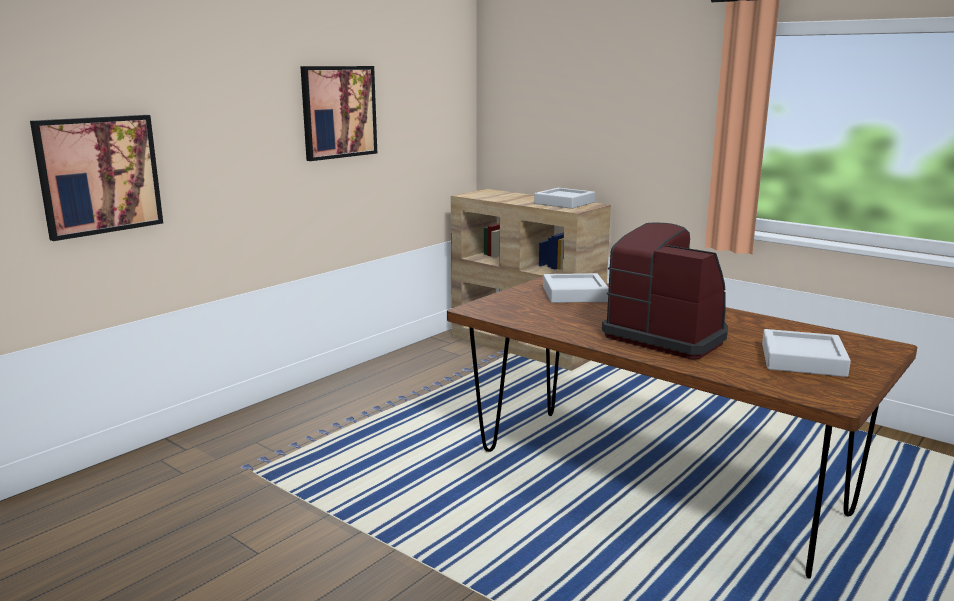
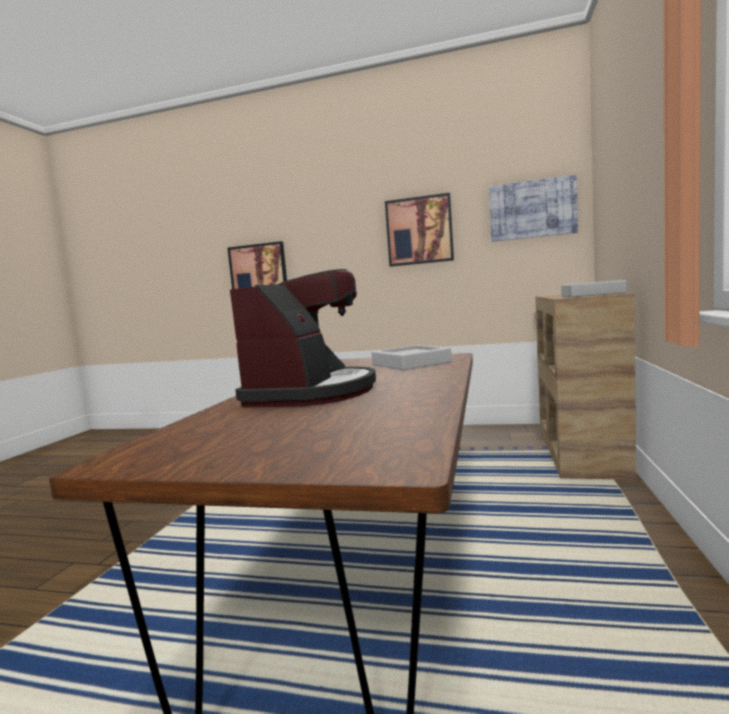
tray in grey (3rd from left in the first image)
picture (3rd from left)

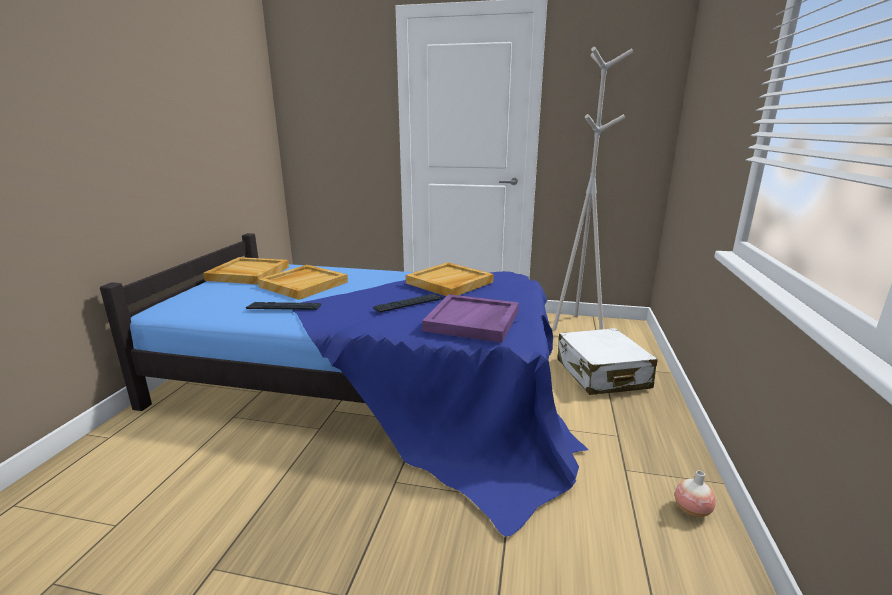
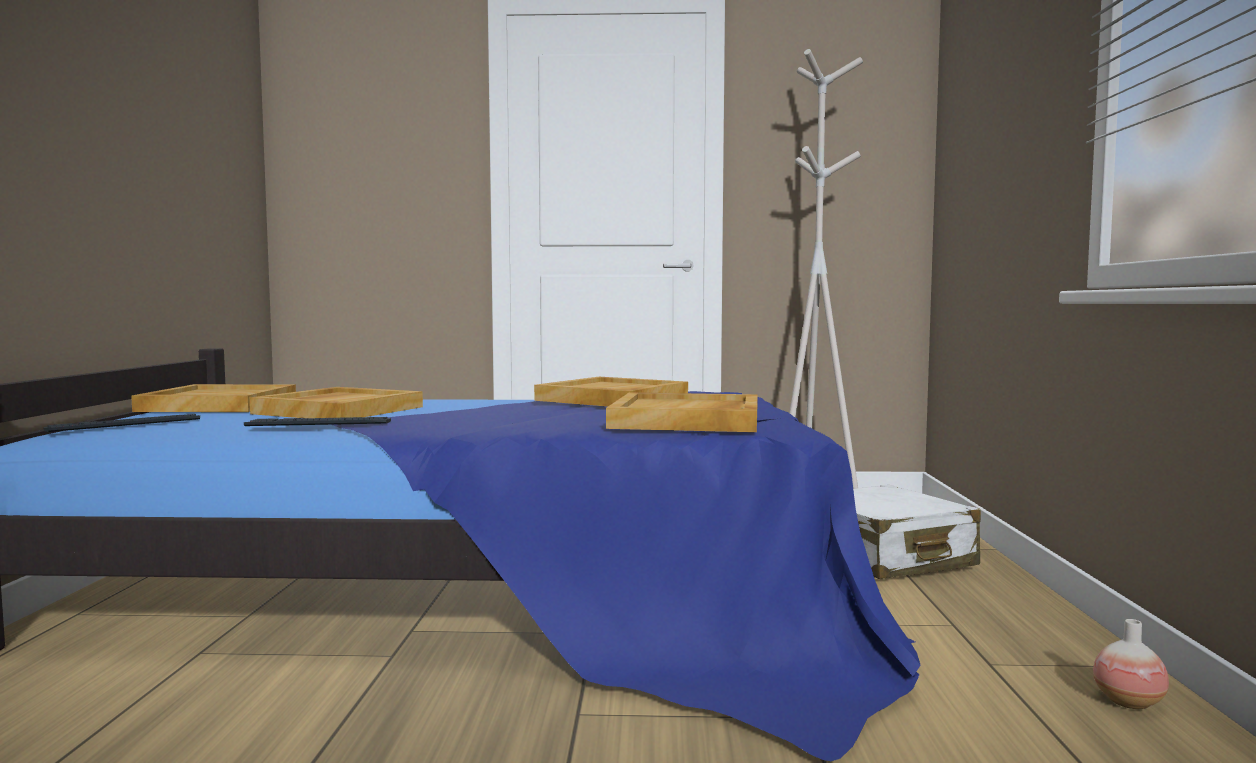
keyboard (1st from left)
tray in beige (4th from left)

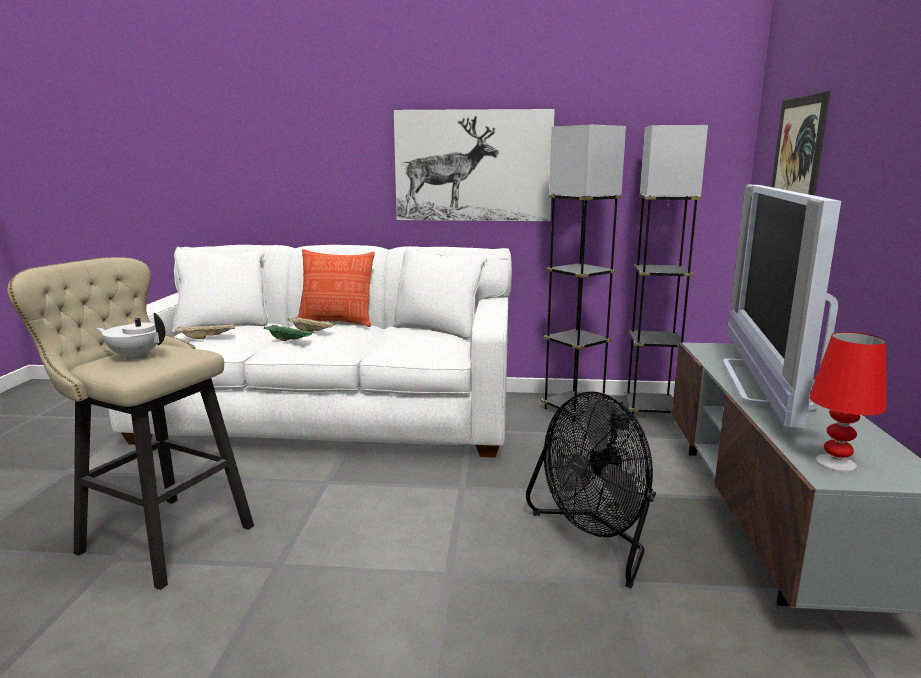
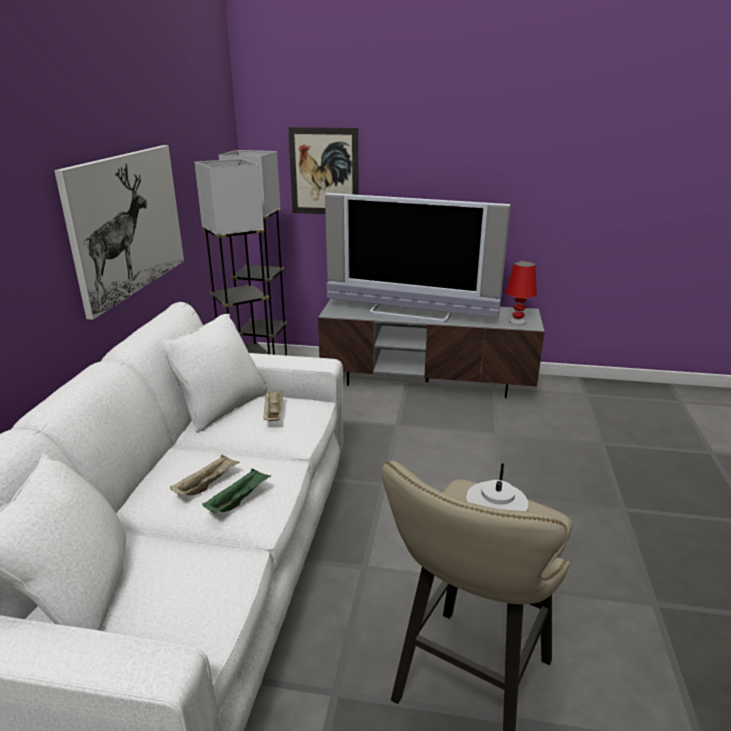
pillow in orange
fan in black
tray in beige (2nd from left)

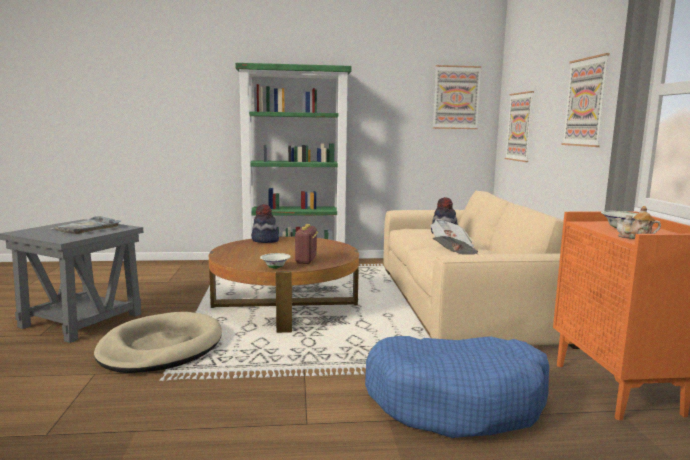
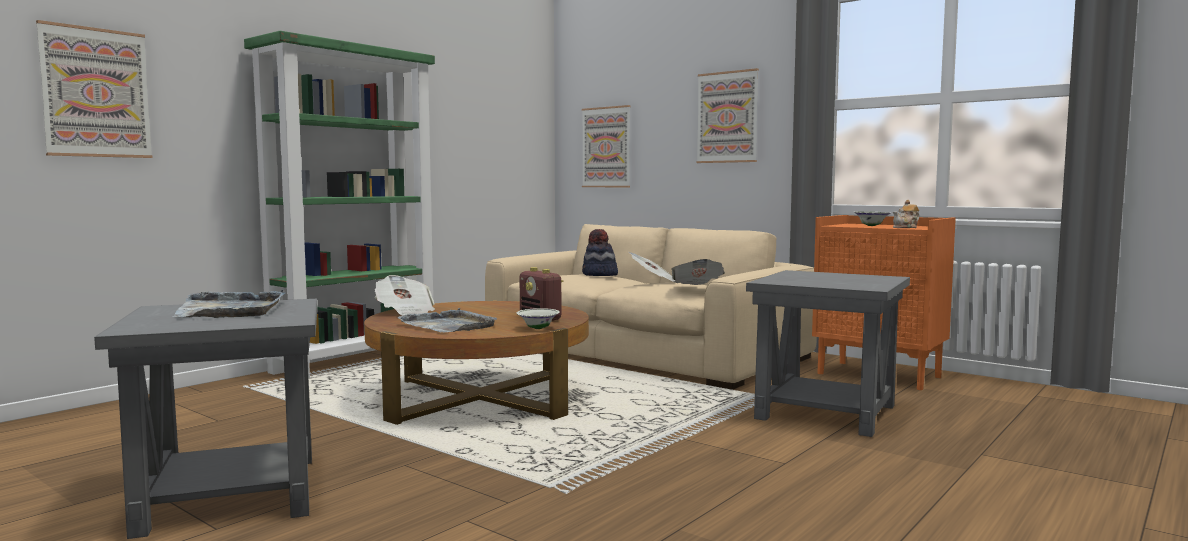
dog bed in beige
tray in grey (2nd from left)
picture (1st from left)
newspaper (1st from left)
side table in grey (2nd from left)

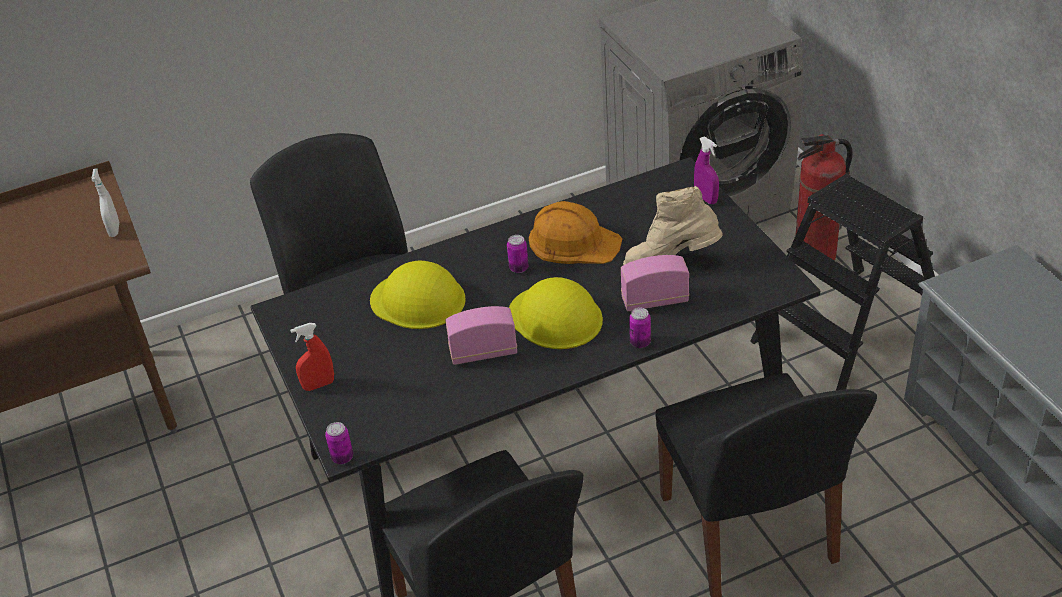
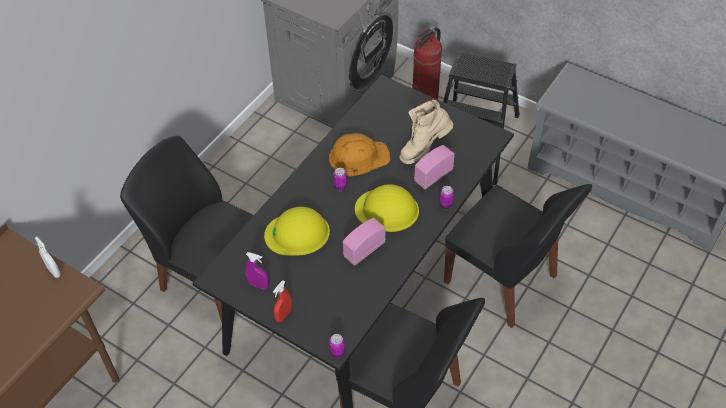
spray bottle in purple

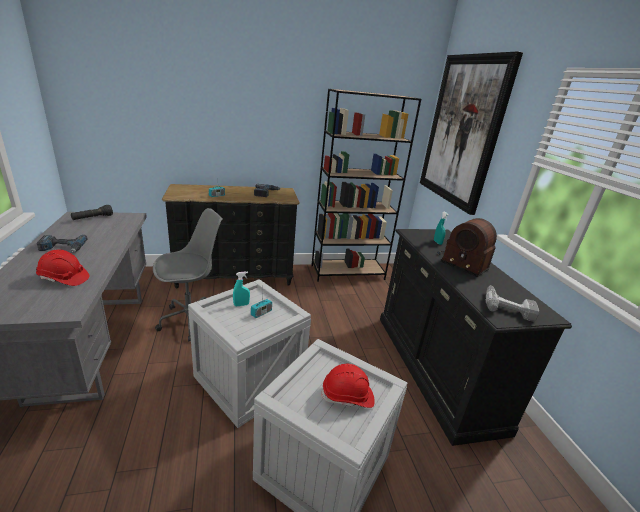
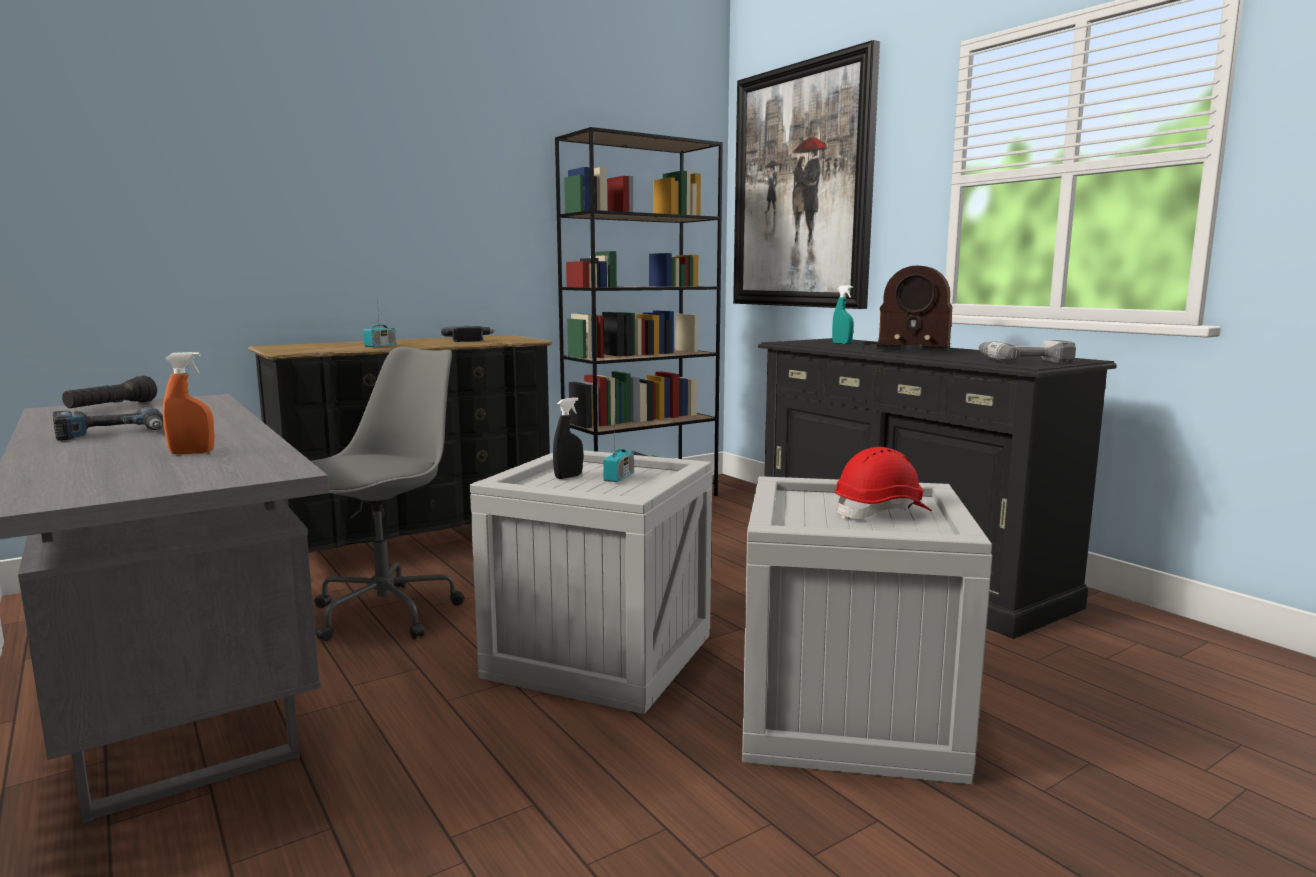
spray bottle in orange
spray bottle in black

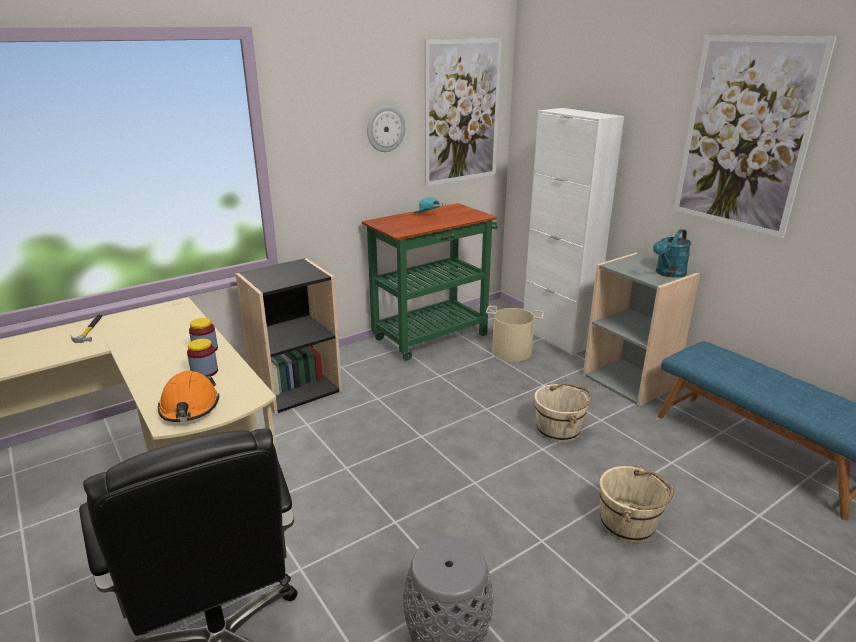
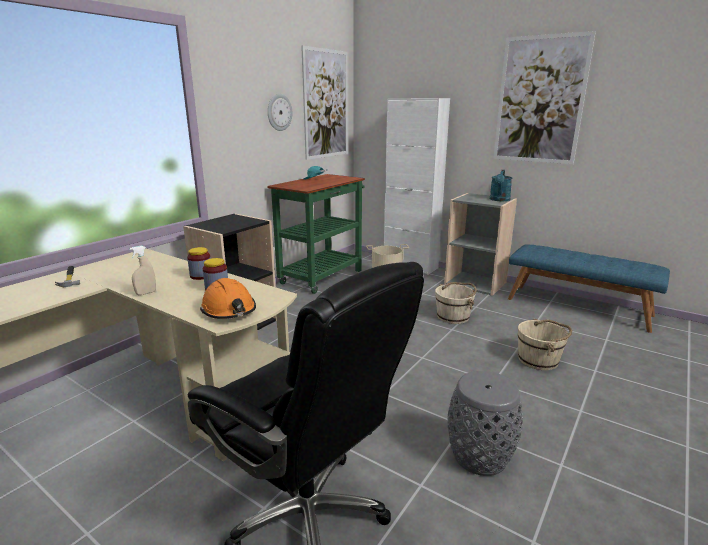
spray bottle in beige

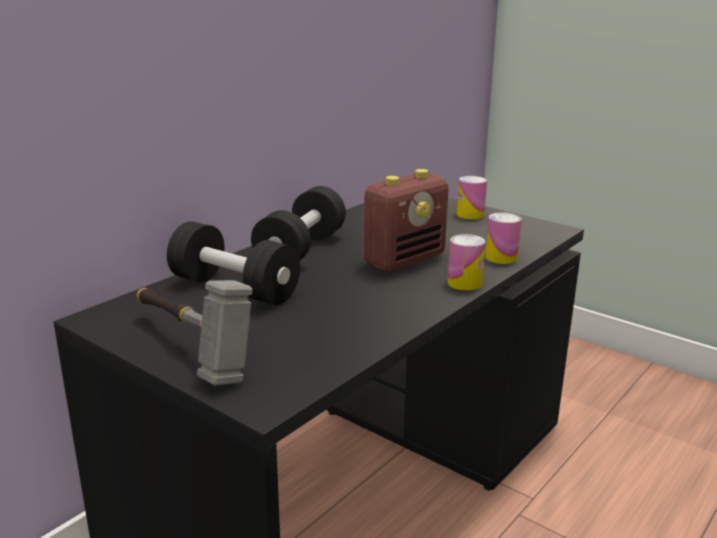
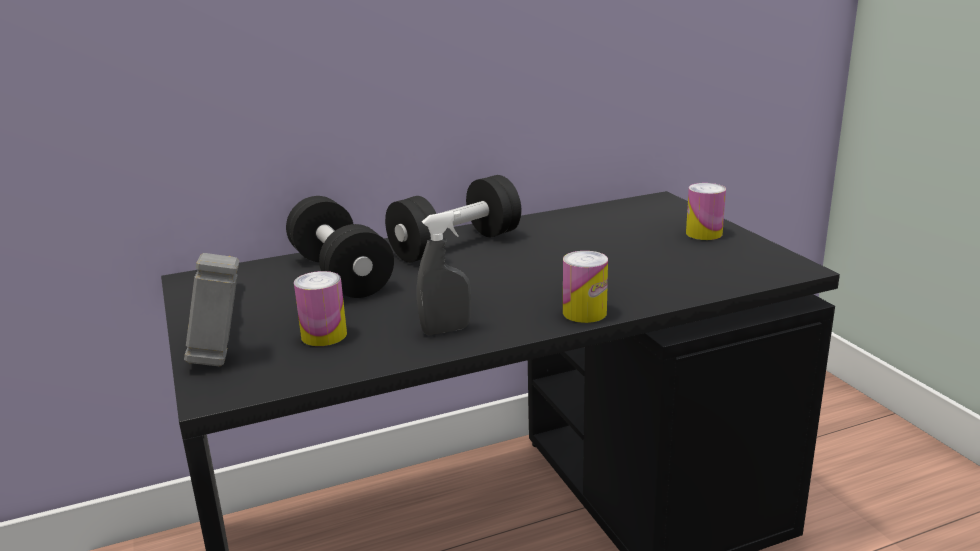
radio
spray bottle in grey
can (1st from left)

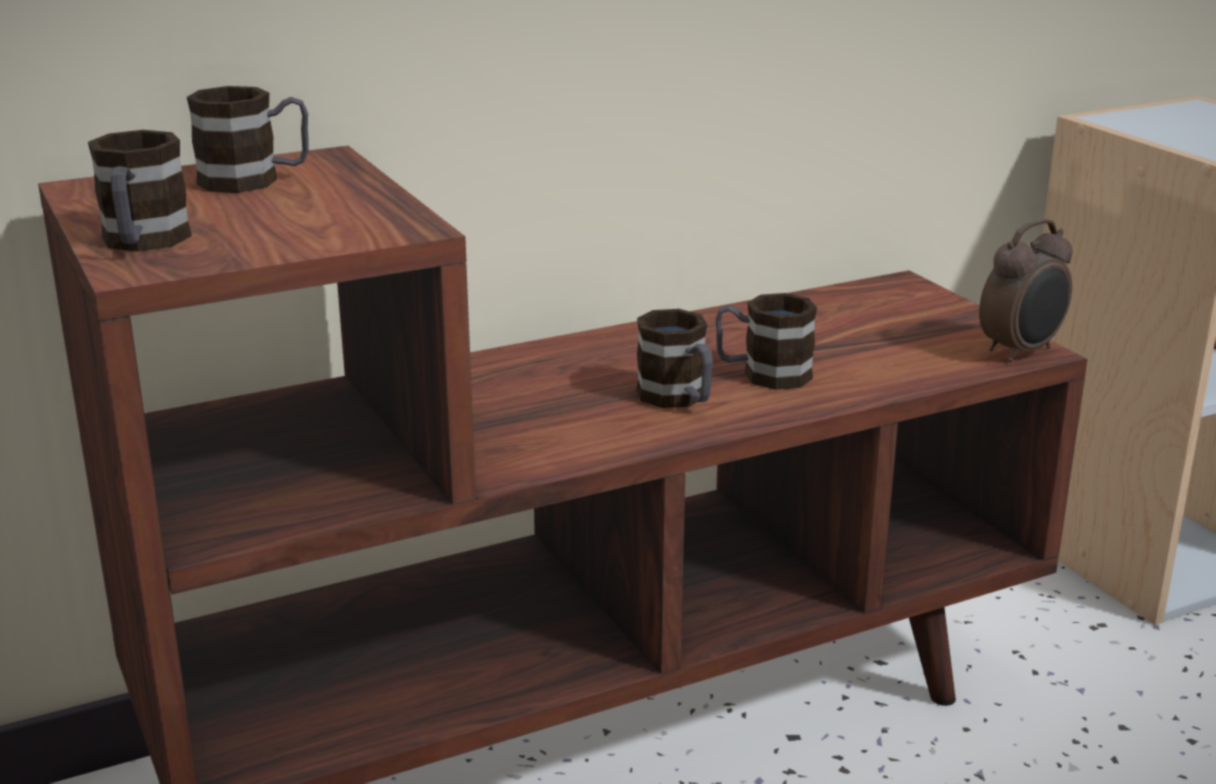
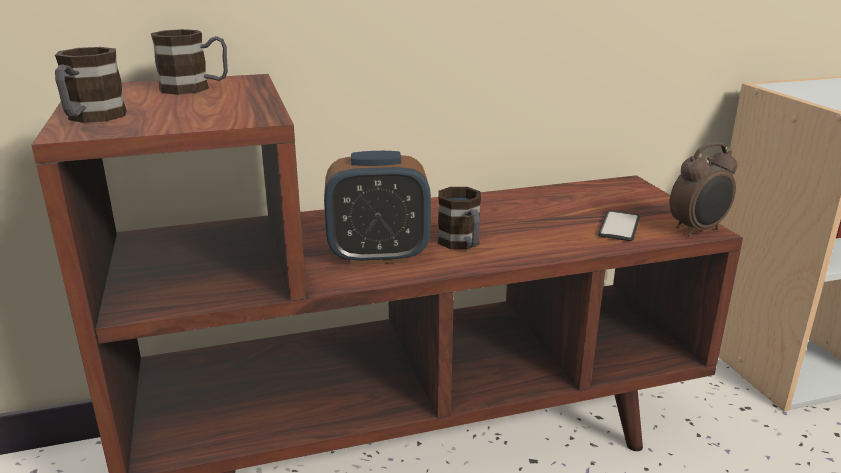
mug (4th from left in the first image)
alarm clock (1st from left)
phone

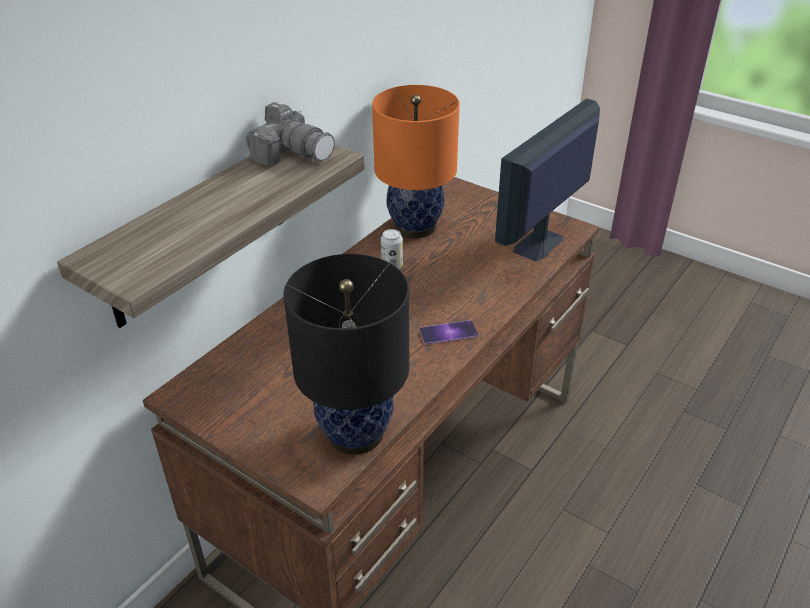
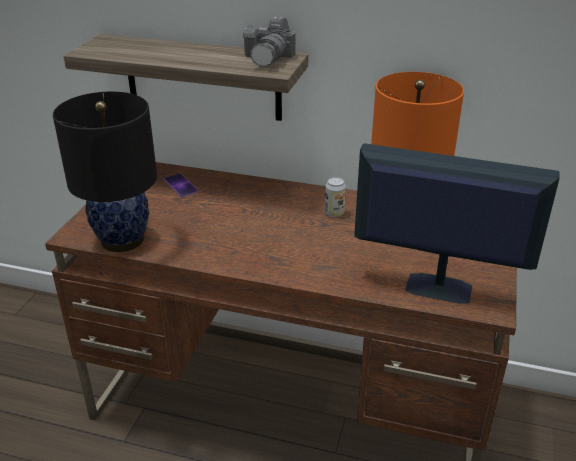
phone

